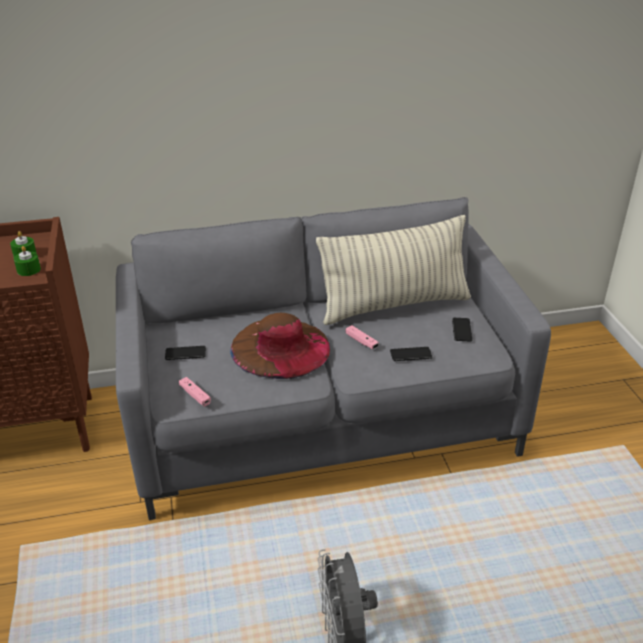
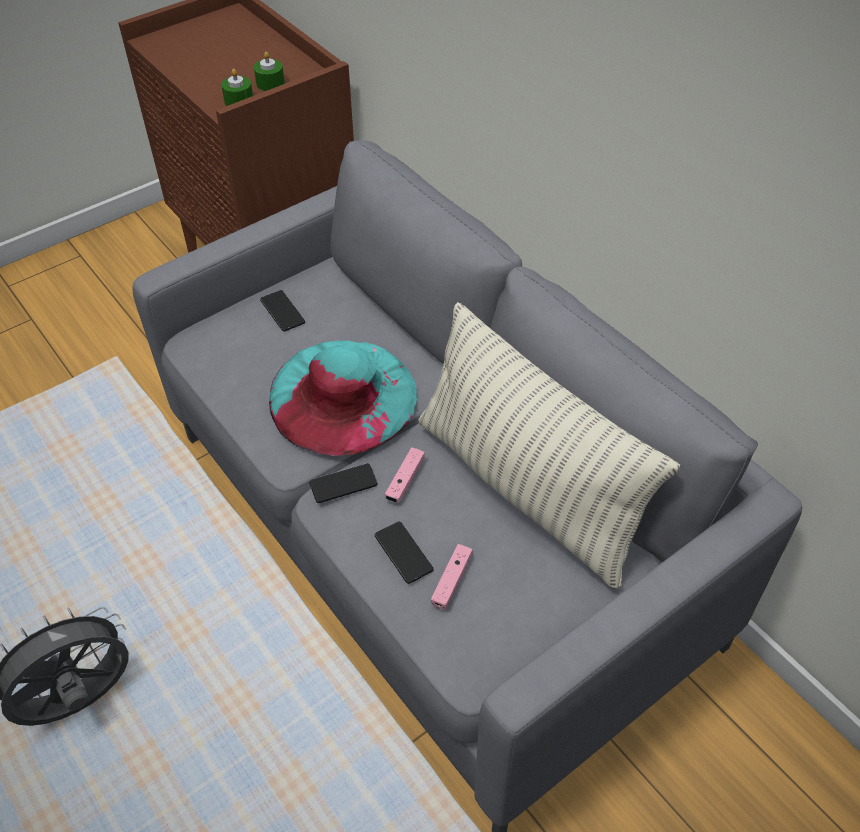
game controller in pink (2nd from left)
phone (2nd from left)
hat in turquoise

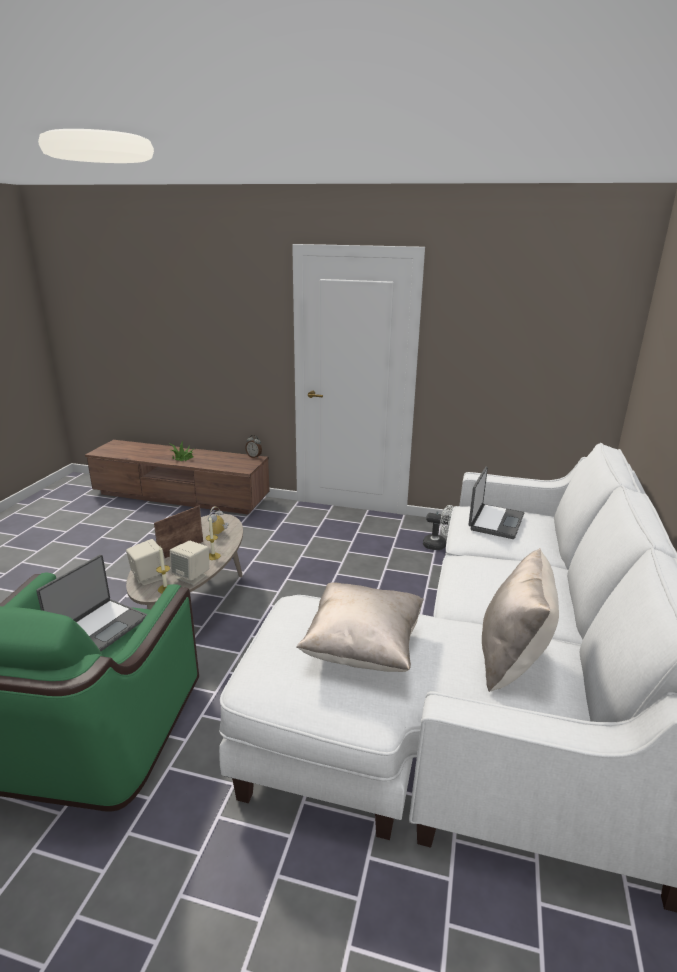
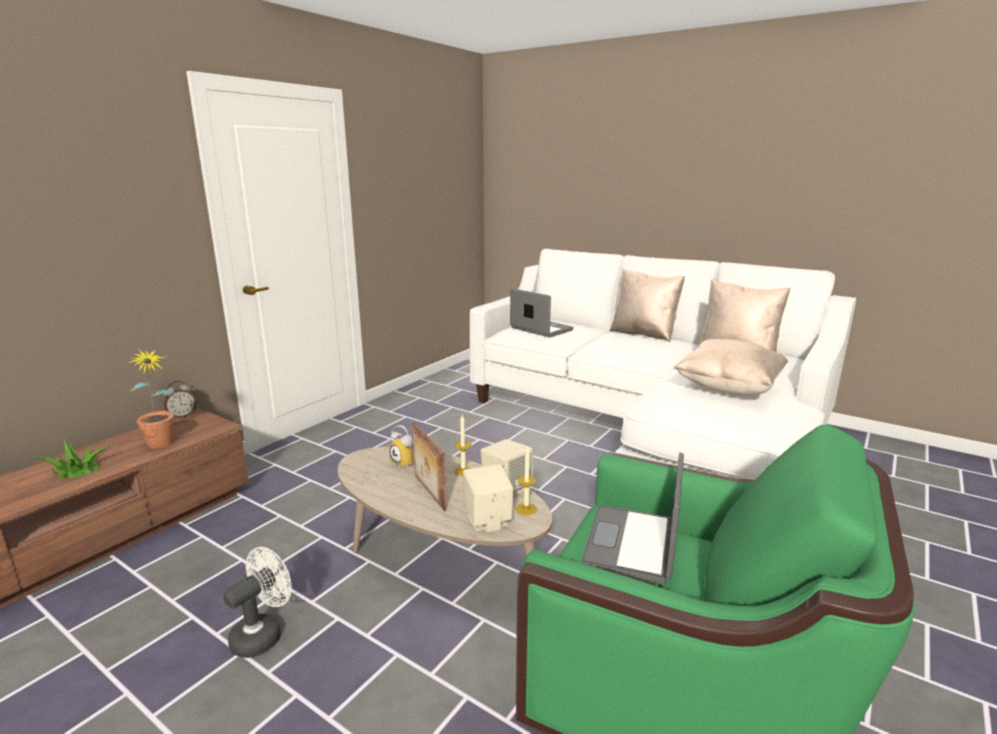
potted plant (2nd from left)
pillow in beige (1st from left)
fan in white
laptop (2nd from left)

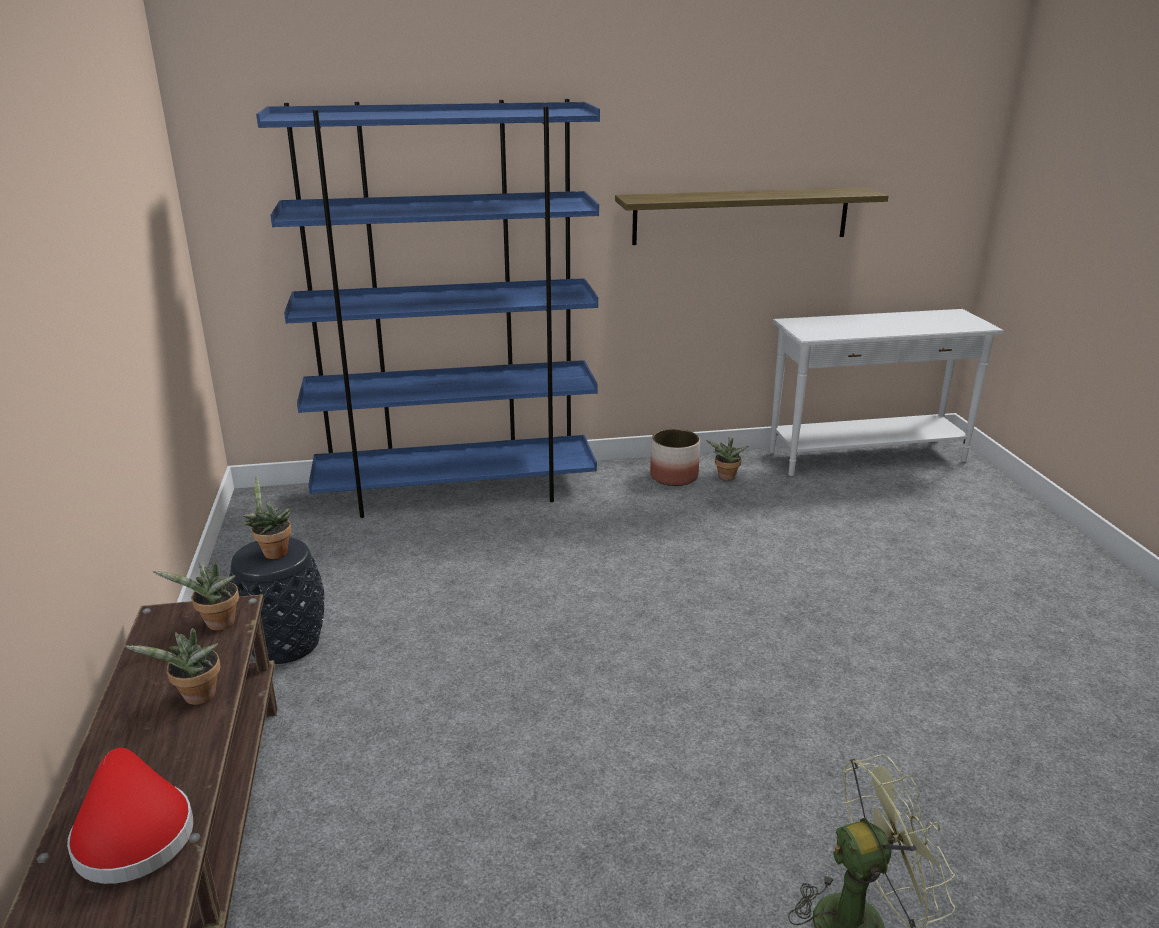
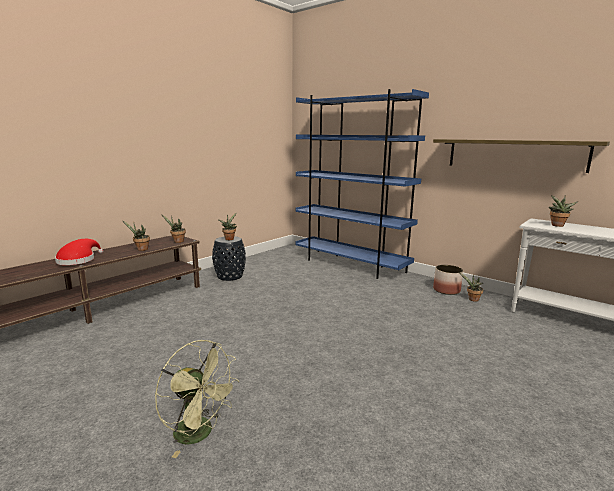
potted plant (5th from left)

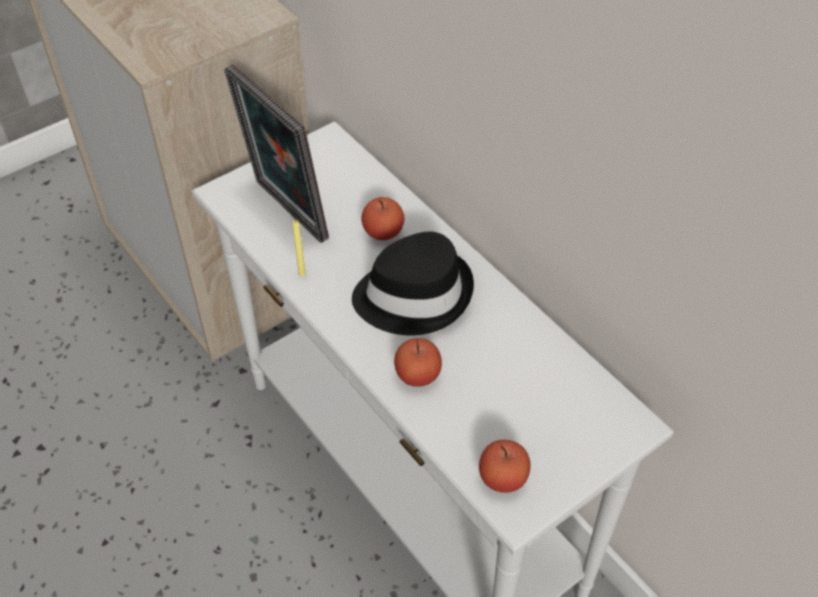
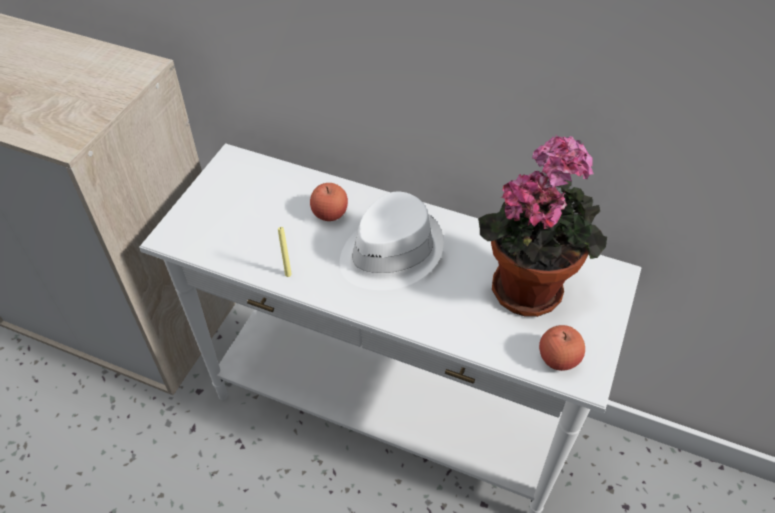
picture frame
apple (2nd from left in the first image)
potted plant
hat in white

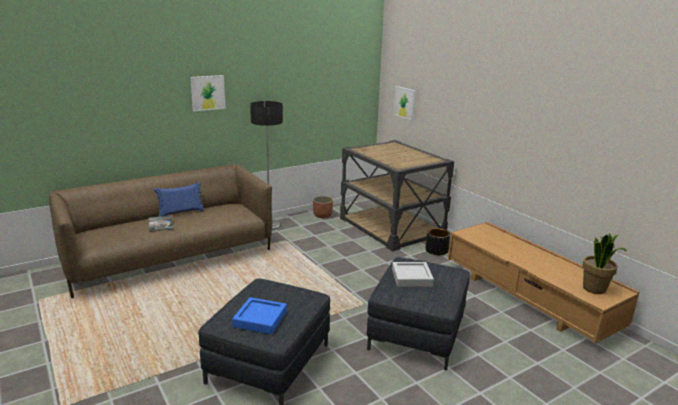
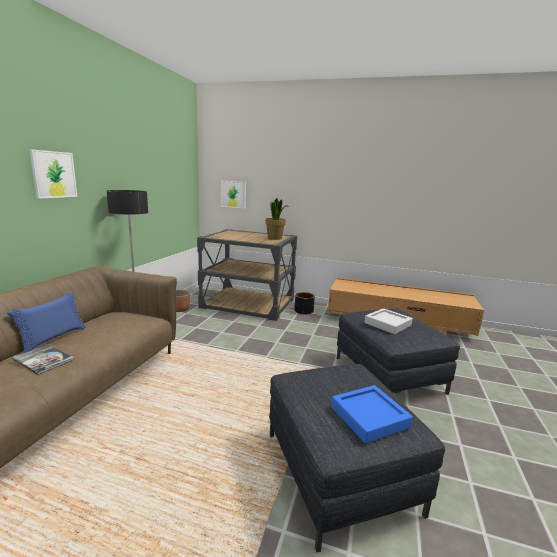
potted plant

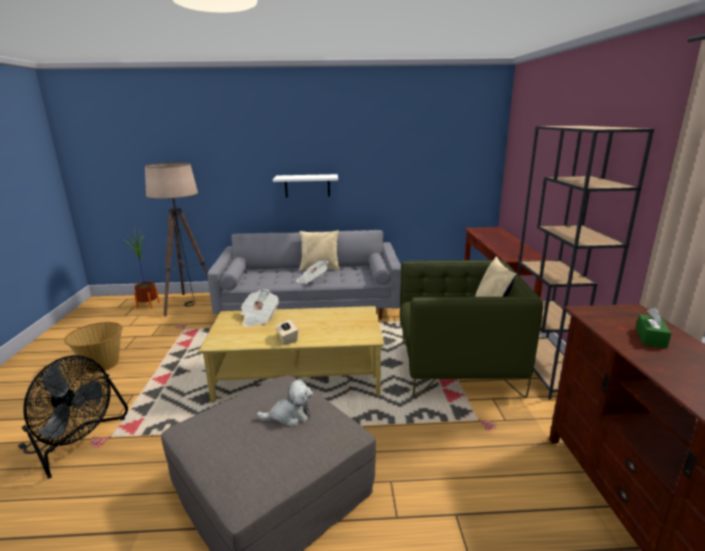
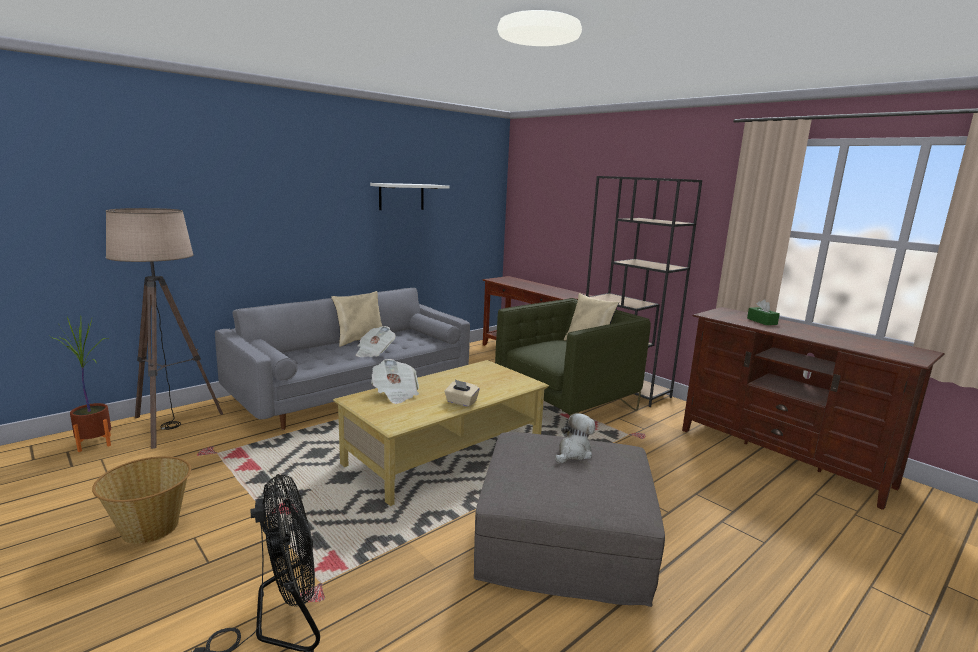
shelf in white

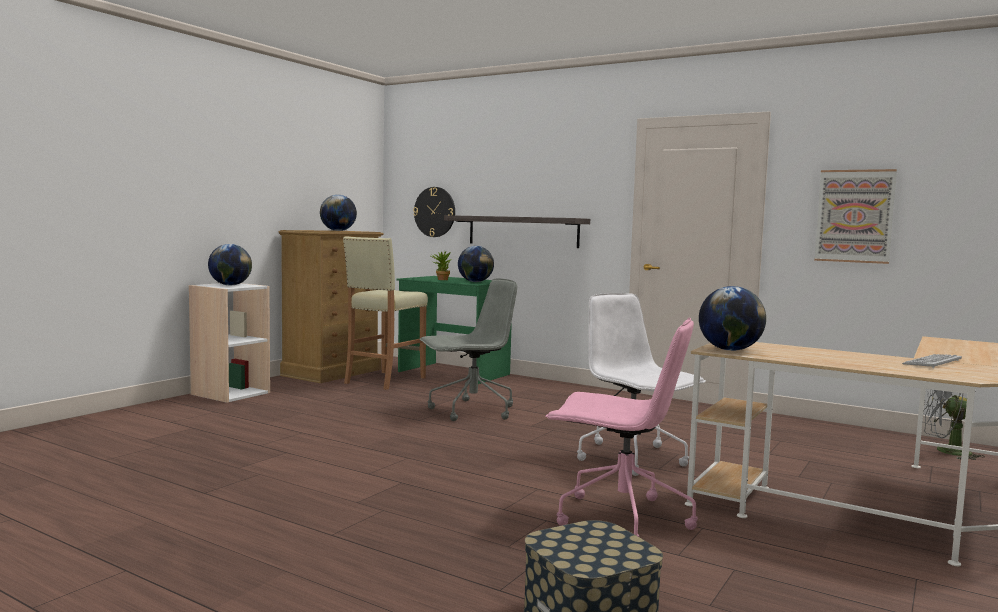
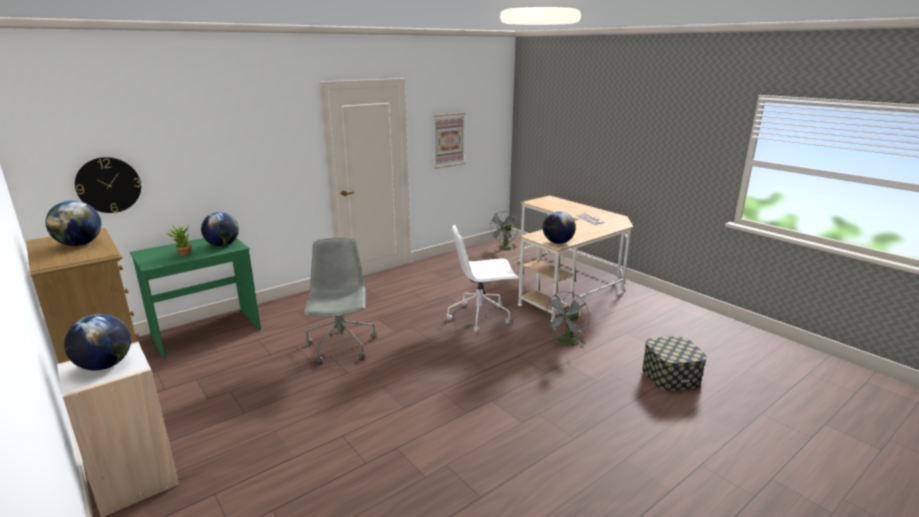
stool in beige
shelf
fan in grey (2nd from left)

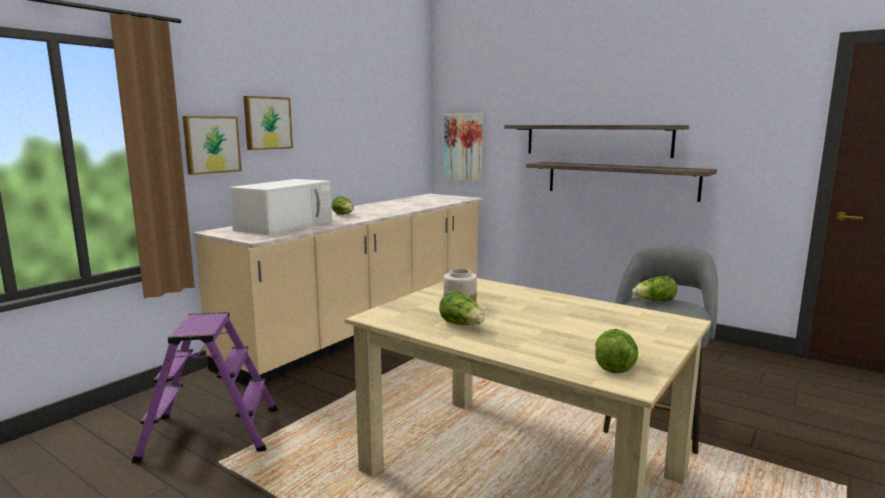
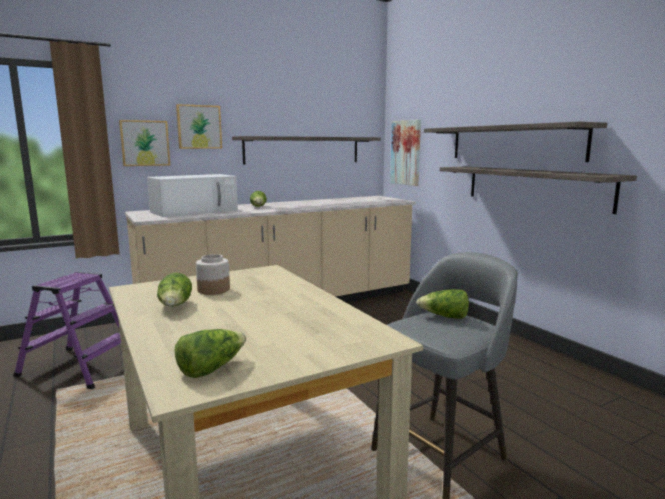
shelf (1st from left)

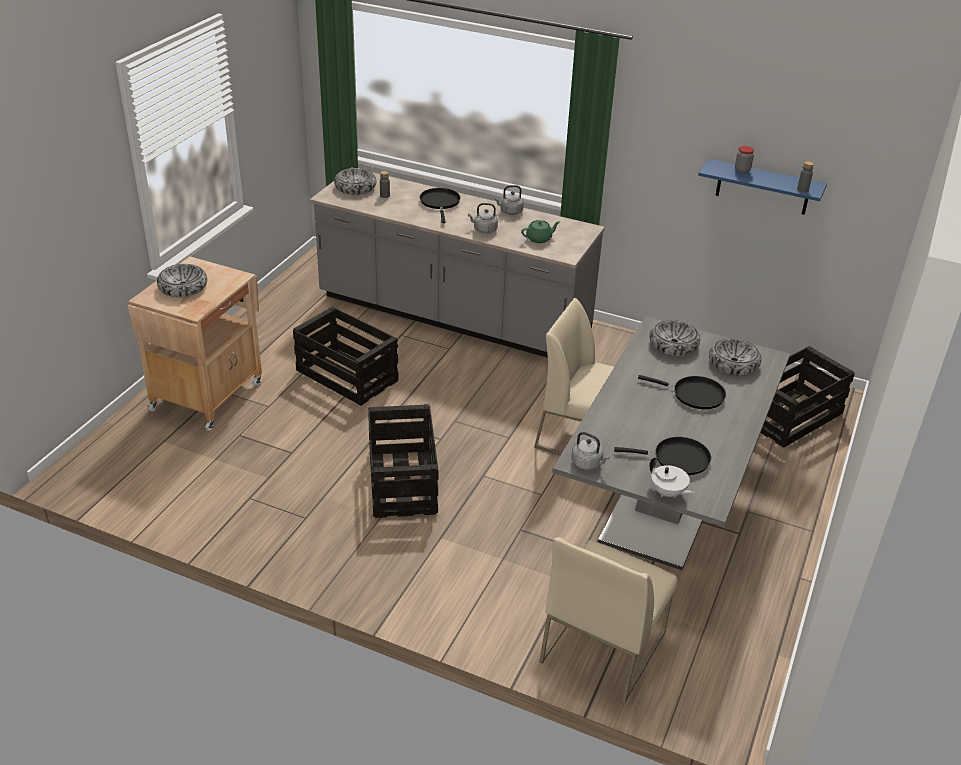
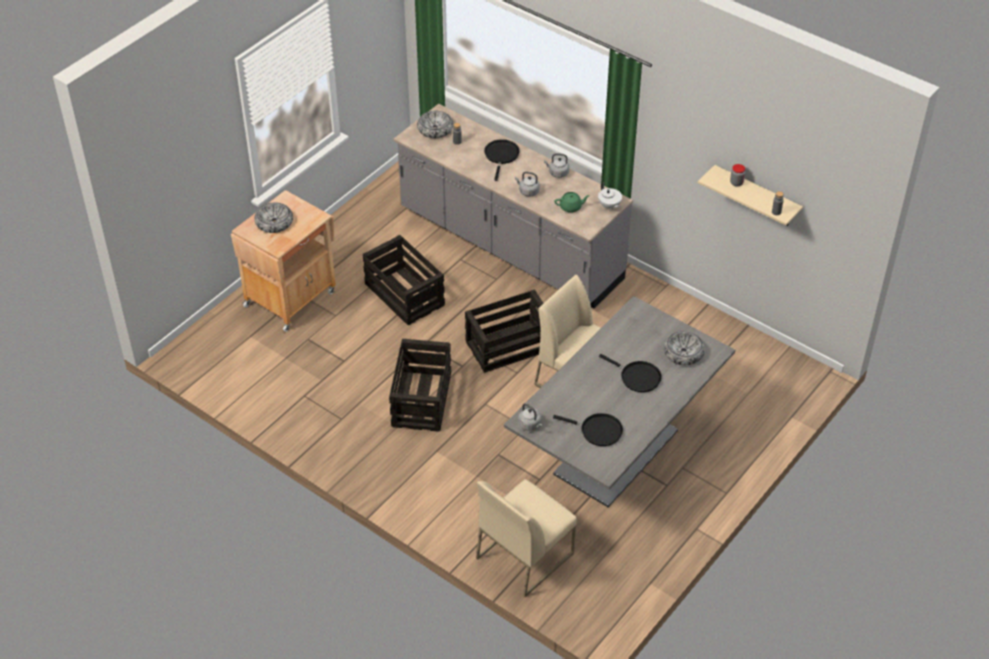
bowl (3rd from left in the first image)
teapot in white
crate (3rd from left)
shelf in beige

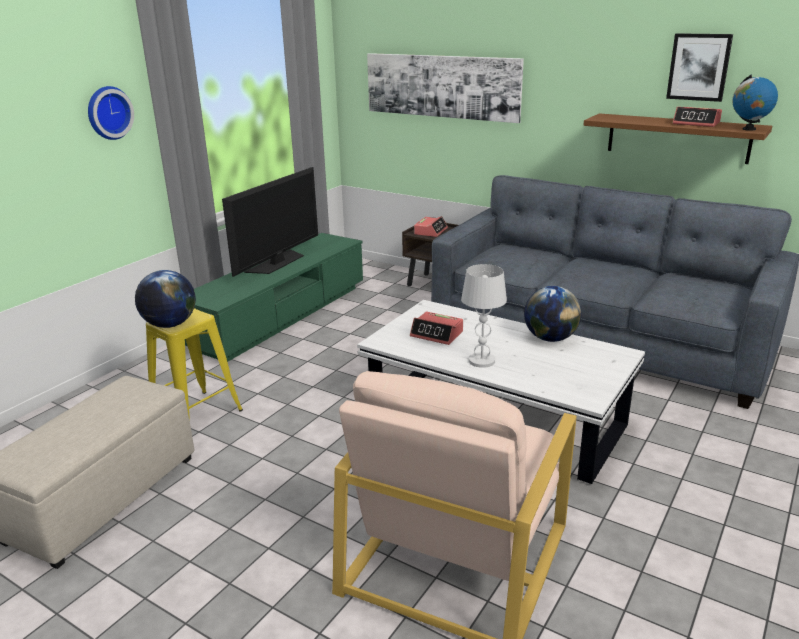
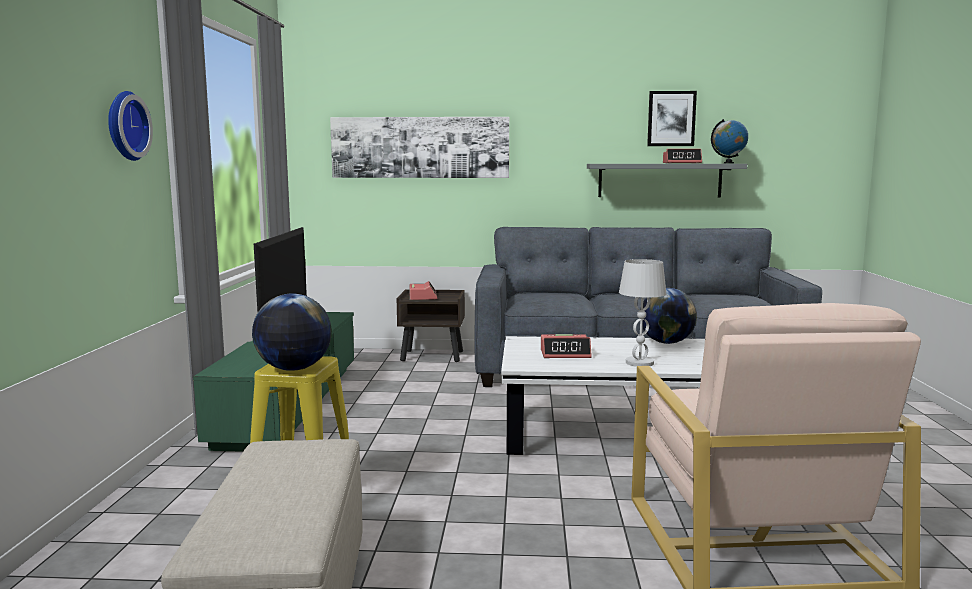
shelf in grey

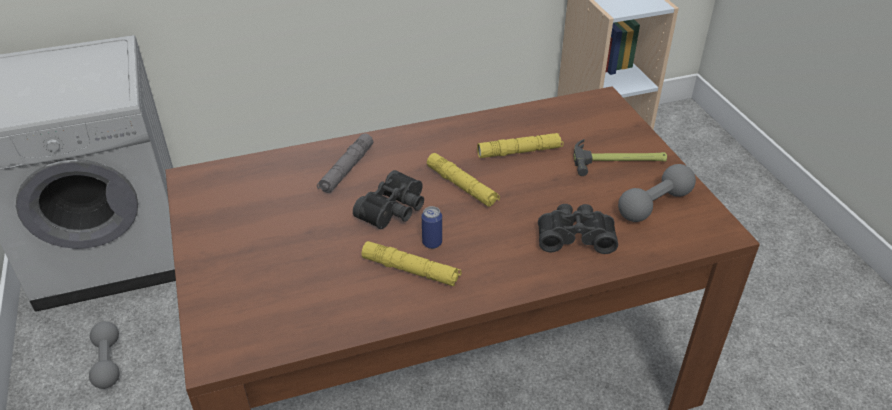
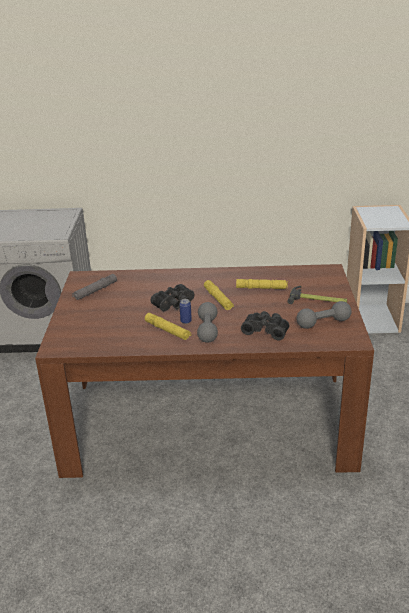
dumbbell in grey (1st from left)
flashlight in grey

